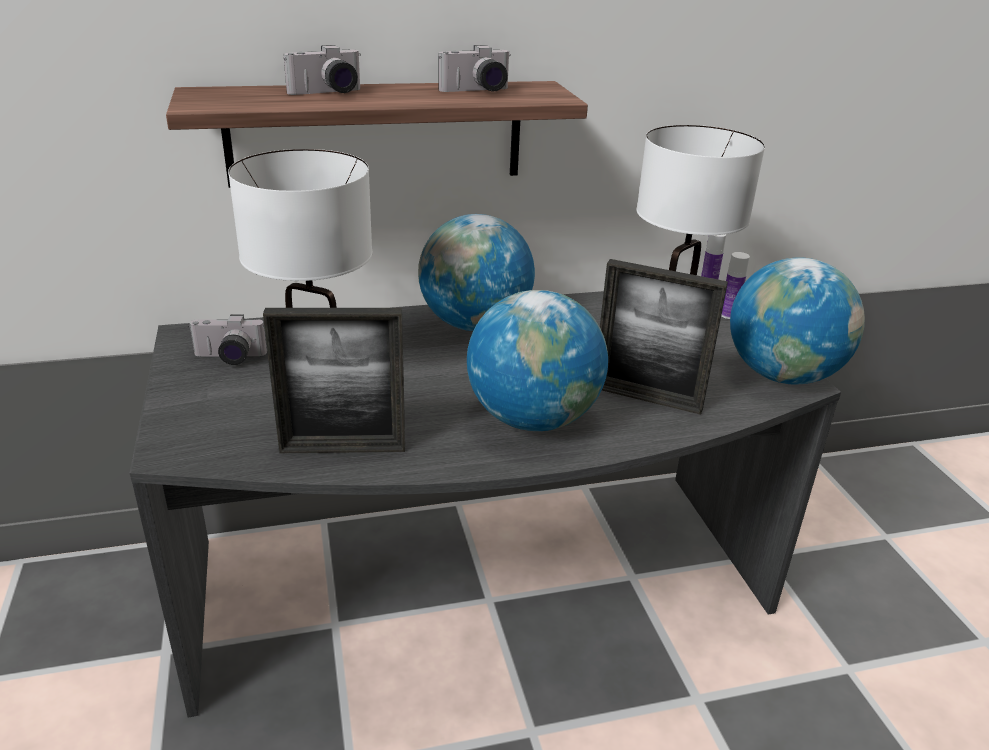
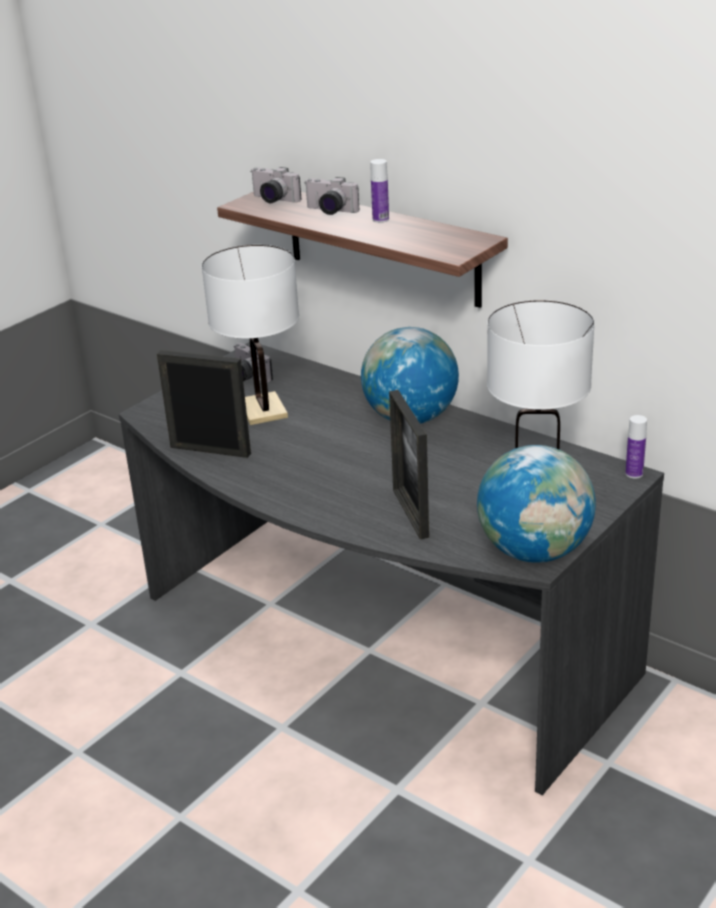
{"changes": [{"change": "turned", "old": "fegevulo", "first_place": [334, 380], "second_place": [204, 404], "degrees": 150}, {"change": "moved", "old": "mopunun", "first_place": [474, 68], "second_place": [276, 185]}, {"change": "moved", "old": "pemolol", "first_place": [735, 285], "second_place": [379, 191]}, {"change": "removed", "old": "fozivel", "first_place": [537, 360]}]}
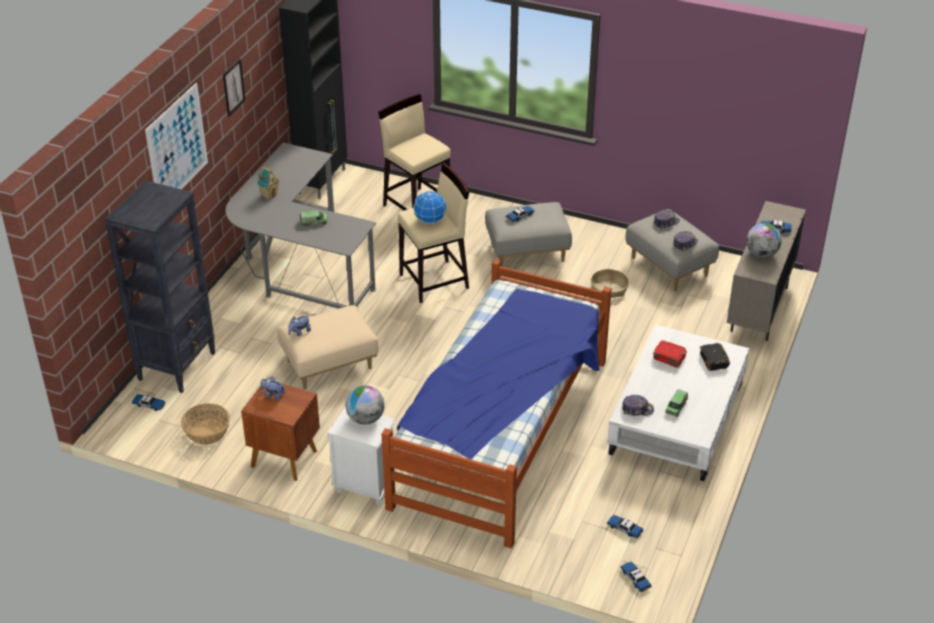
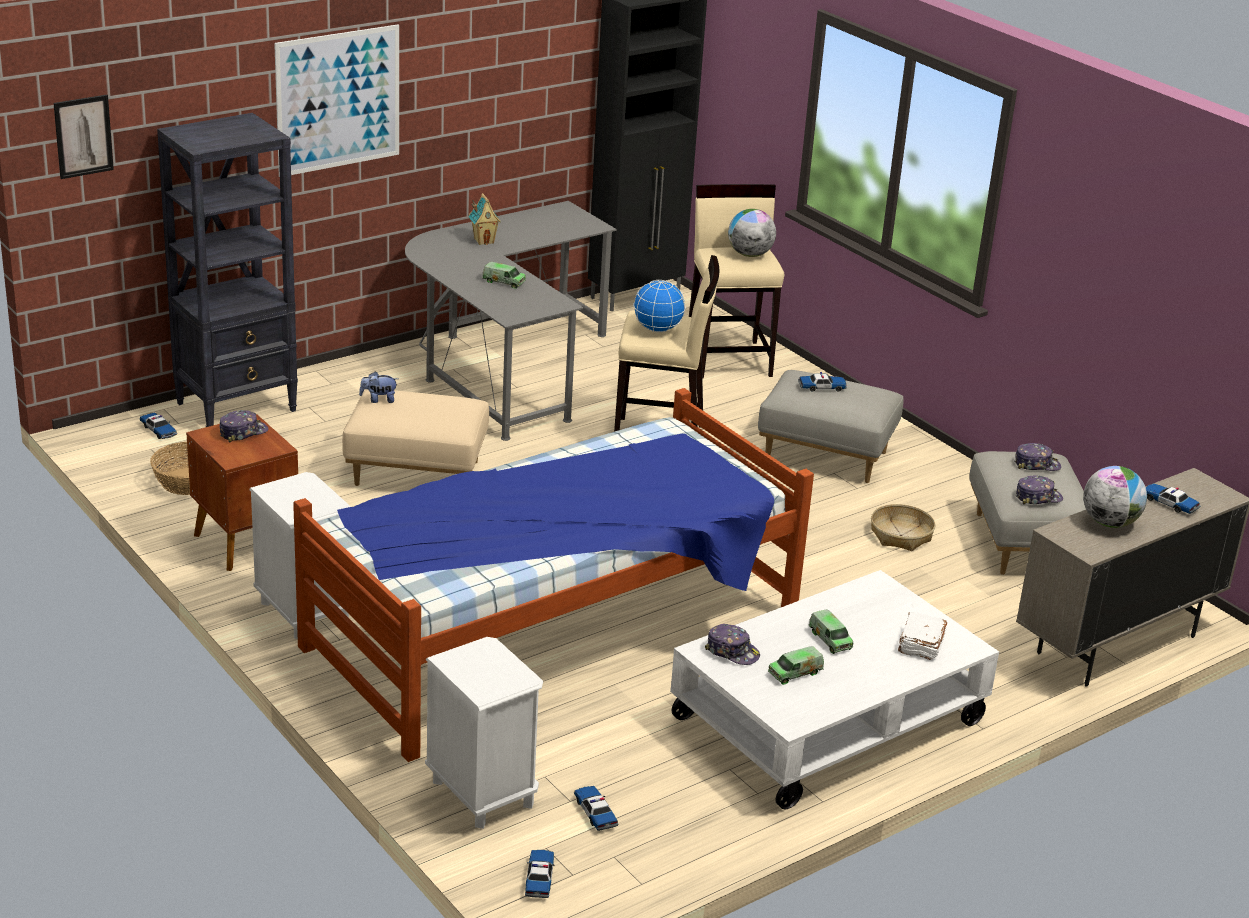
{"changes": [{"change": "moved", "old": "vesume", "first_place": [234, 88], "second_place": [83, 137]}, {"change": "replaced", "old": "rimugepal", "new": "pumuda", "first_place": [272, 389], "second_place": [244, 426]}, {"change": "added", "new": "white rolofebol", "second_place": [484, 733]}, {"change": "moved", "old": "fozivel", "first_place": [365, 405], "second_place": [752, 233]}, {"change": "added", "new": "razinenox", "second_place": [831, 631]}, {"change": "recoloured", "old": "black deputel", "new": "white deputel", "first_place": [714, 357], "second_place": [923, 636]}, {"change": "removed", "old": "red deputel", "first_place": [670, 354]}]}
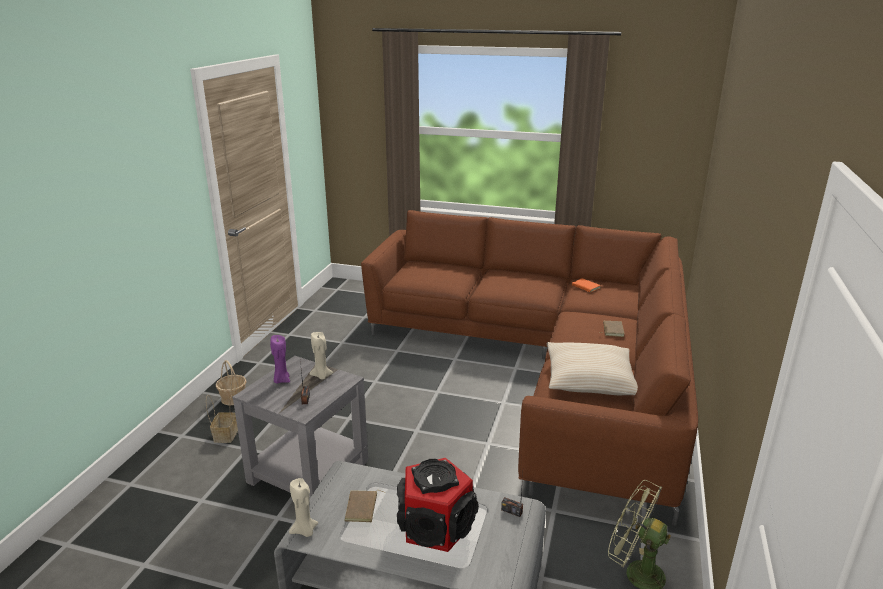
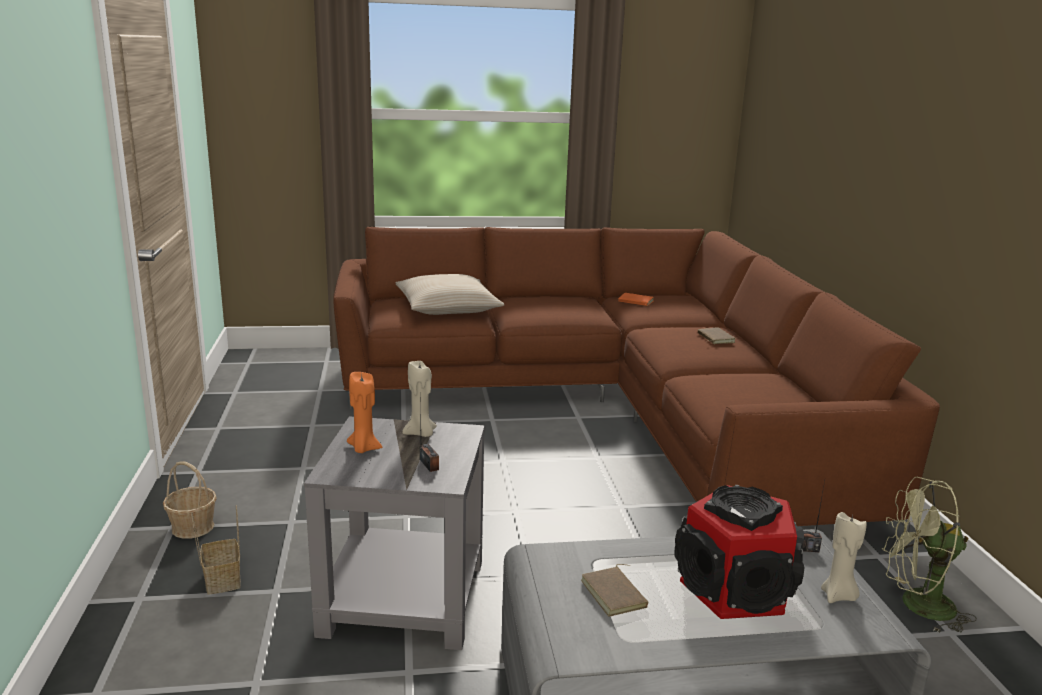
{"changes": [{"change": "recoloured", "old": "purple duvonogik", "new": "orange duvonogik", "first_place": [280, 359], "second_place": [364, 412]}, {"change": "moved", "old": "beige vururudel", "first_place": [592, 368], "second_place": [450, 294]}, {"change": "moved", "old": "beige duvonogik", "first_place": [303, 507], "second_place": [844, 557]}]}
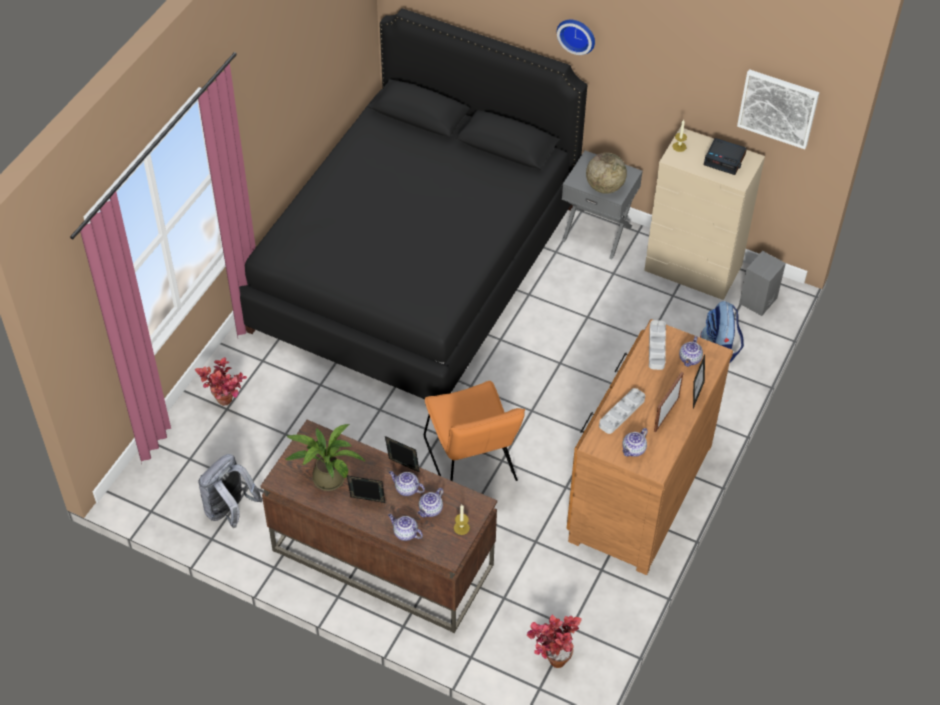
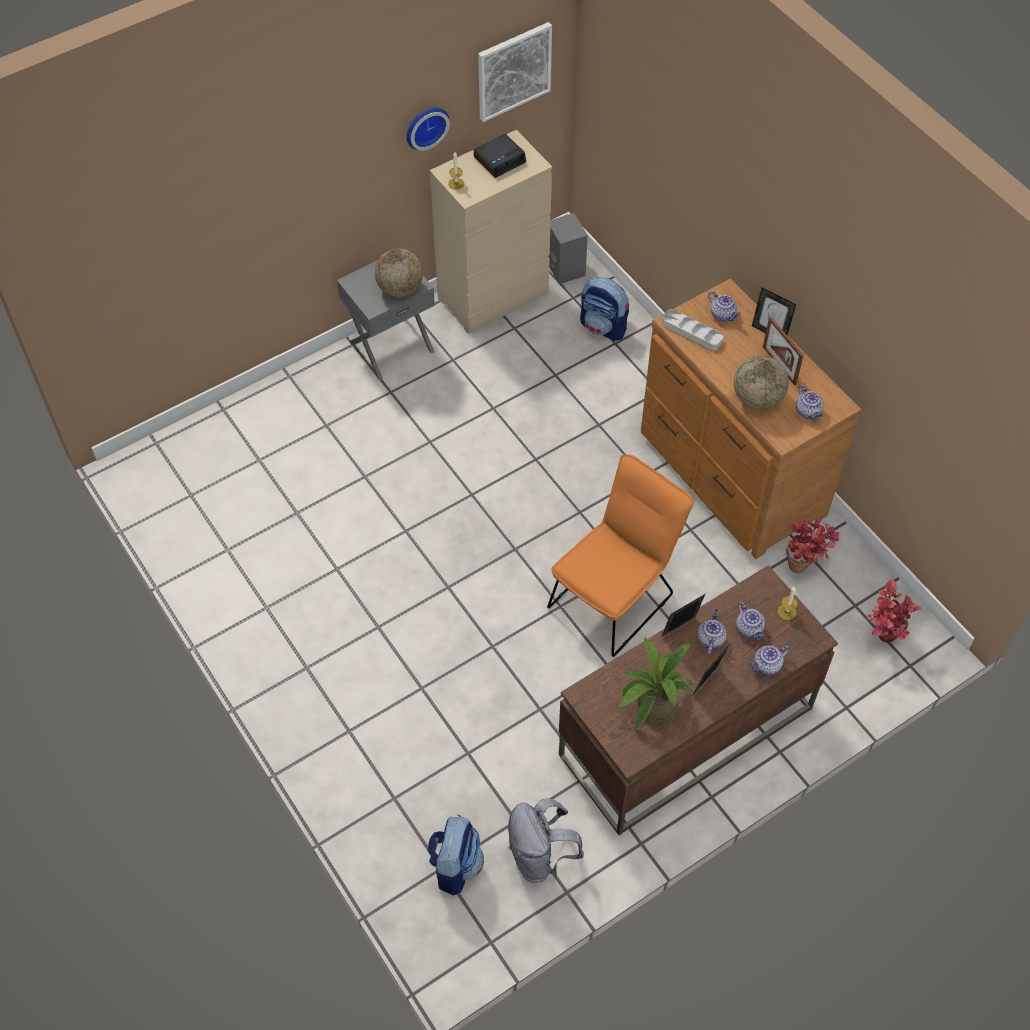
{"changes": [{"change": "moved", "old": "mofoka", "first_place": [576, 37], "second_place": [428, 129]}, {"change": "added", "new": "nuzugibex", "second_place": [456, 855]}, {"change": "turned", "old": "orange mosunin", "first_place": [474, 431], "second_place": [620, 555], "degrees": -60}, {"change": "turned", "old": "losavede", "first_place": [407, 483], "second_place": [712, 632], "degrees": 135}, {"change": "replaced", "old": "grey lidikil", "new": "fozivel", "first_place": [622, 411], "second_place": [761, 382]}, {"change": "moved", "old": "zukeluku", "first_place": [221, 381], "second_place": [812, 546]}, {"change": "removed", "old": "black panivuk", "first_place": [413, 203]}]}
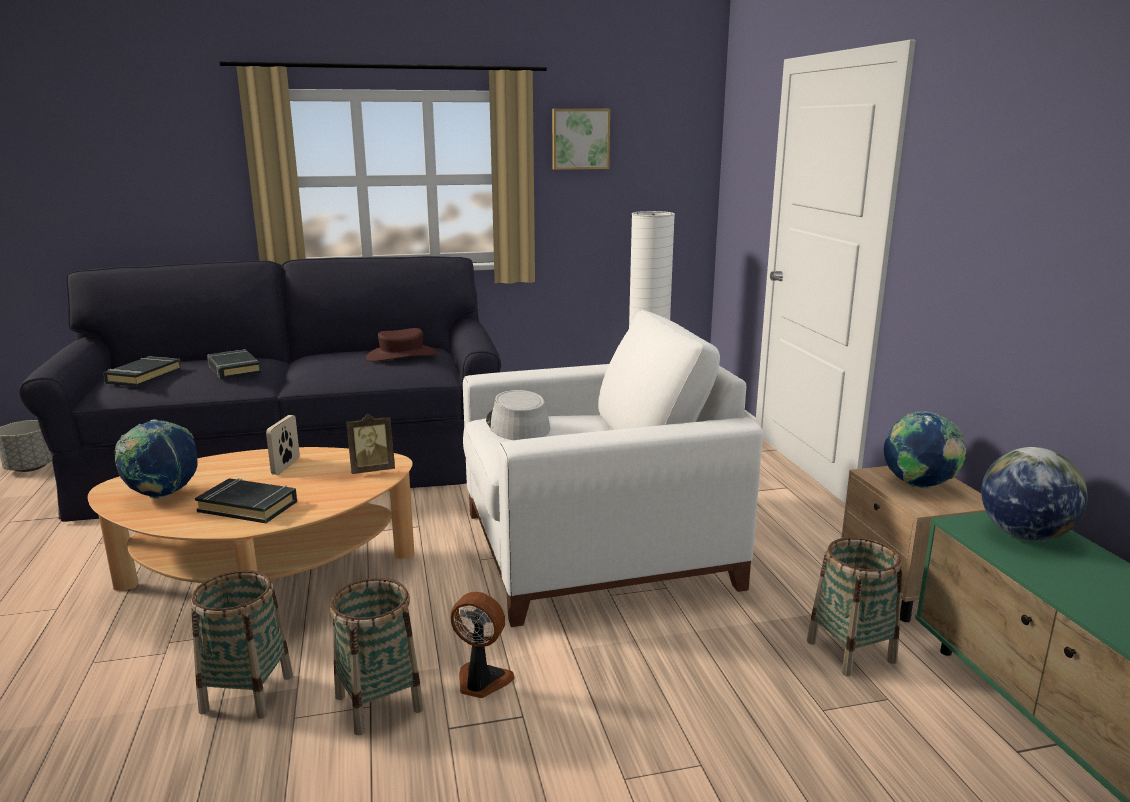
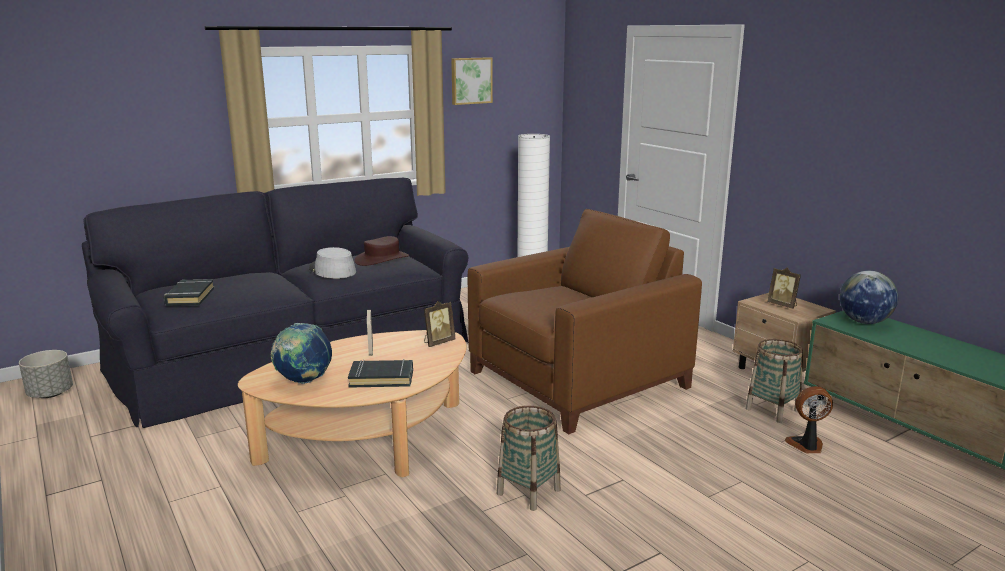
{"changes": [{"change": "moved", "old": "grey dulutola", "first_place": [518, 415], "second_place": [332, 263]}, {"change": "recoloured", "old": "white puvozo", "new": "brown puvozo", "first_place": [613, 468], "second_place": [585, 321]}, {"change": "replaced", "old": "fozivel", "new": "fegevulo", "first_place": [925, 449], "second_place": [784, 288]}, {"change": "moved", "old": "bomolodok", "first_place": [482, 645], "second_place": [809, 419]}, {"change": "removed", "old": "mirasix", "first_place": [242, 644]}, {"change": "removed", "old": "black deputel", "first_place": [234, 364]}]}
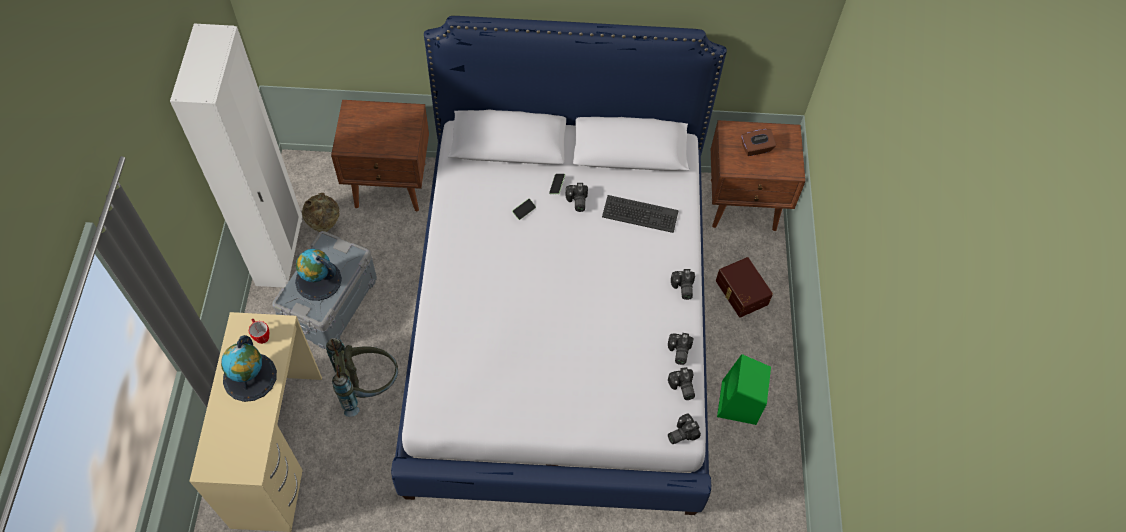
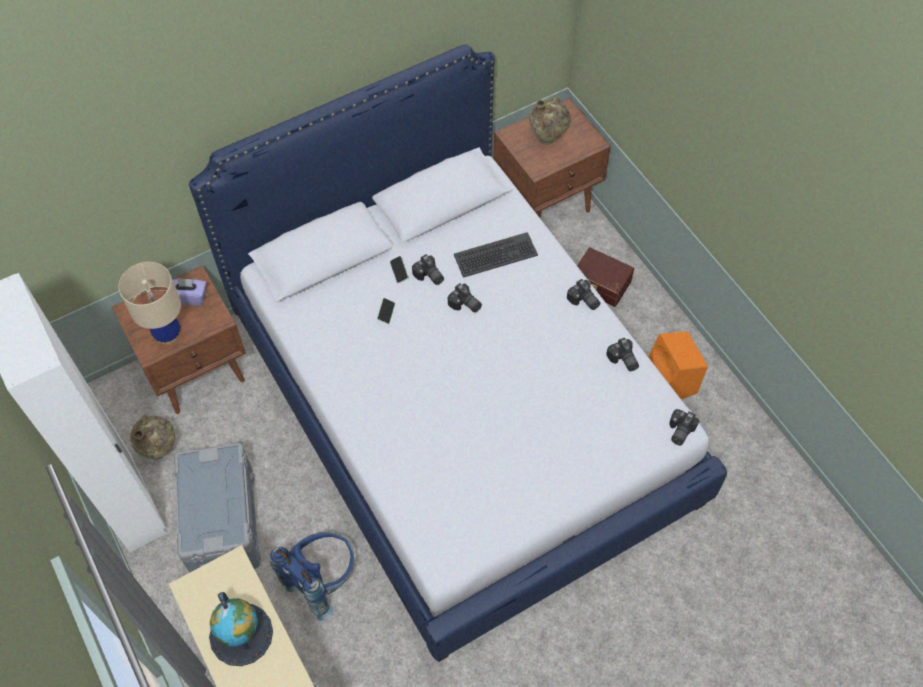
{"changes": [{"change": "added", "new": "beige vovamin", "second_place": [149, 303]}, {"change": "added", "new": "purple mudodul", "second_place": [186, 292]}, {"change": "recoloured", "old": "grey nuzugibex", "new": "blue nuzugibex", "first_place": [362, 377], "second_place": [312, 576]}, {"change": "moved", "old": "mopunun", "first_place": [681, 383], "second_place": [465, 297]}, {"change": "replaced", "old": "brown mudodul", "new": "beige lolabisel", "first_place": [758, 142], "second_place": [550, 121]}, {"change": "recoloured", "old": "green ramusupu", "new": "orange ramusupu", "first_place": [744, 389], "second_place": [678, 365]}, {"change": "removed", "old": "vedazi", "first_place": [259, 331]}, {"change": "removed", "old": "fozivel", "first_place": [318, 275]}]}
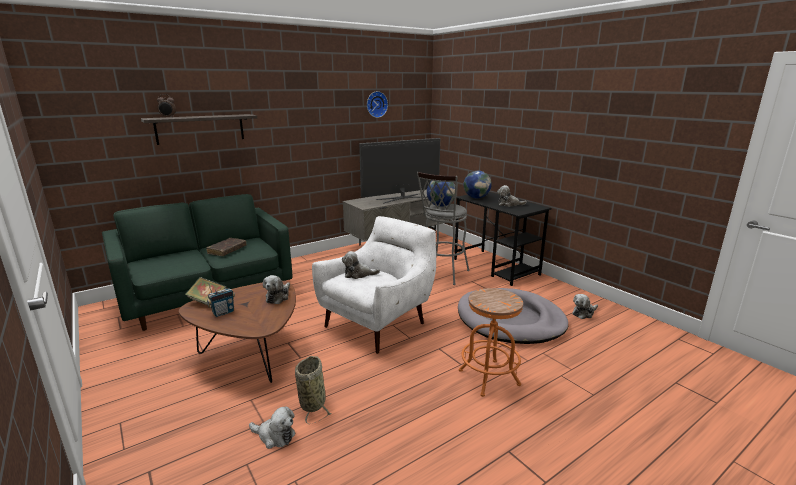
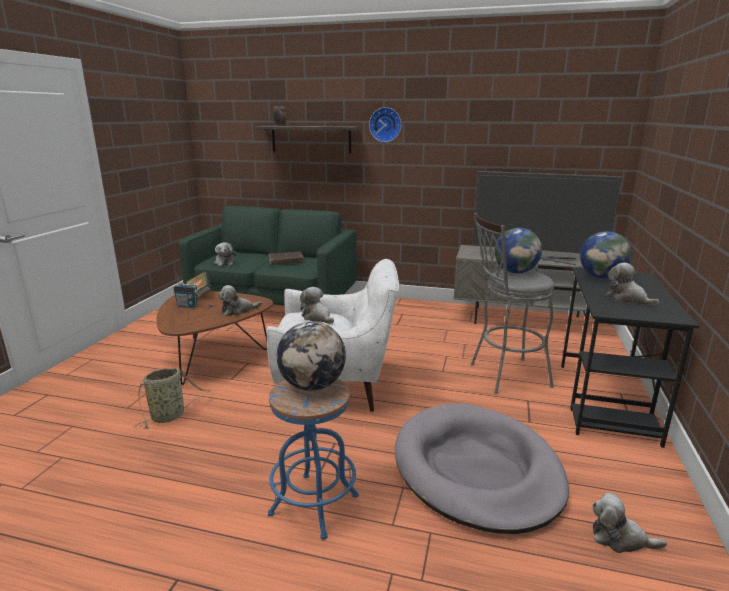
{"changes": [{"change": "moved", "old": "rimugepal", "first_place": [272, 427], "second_place": [225, 254]}, {"change": "recoloured", "old": "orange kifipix", "new": "blue kifipix", "first_place": [491, 342], "second_place": [313, 459]}, {"change": "added", "new": "fozivel", "second_place": [311, 356]}, {"change": "moved", "old": "mofoka", "first_place": [377, 104], "second_place": [385, 124]}]}
